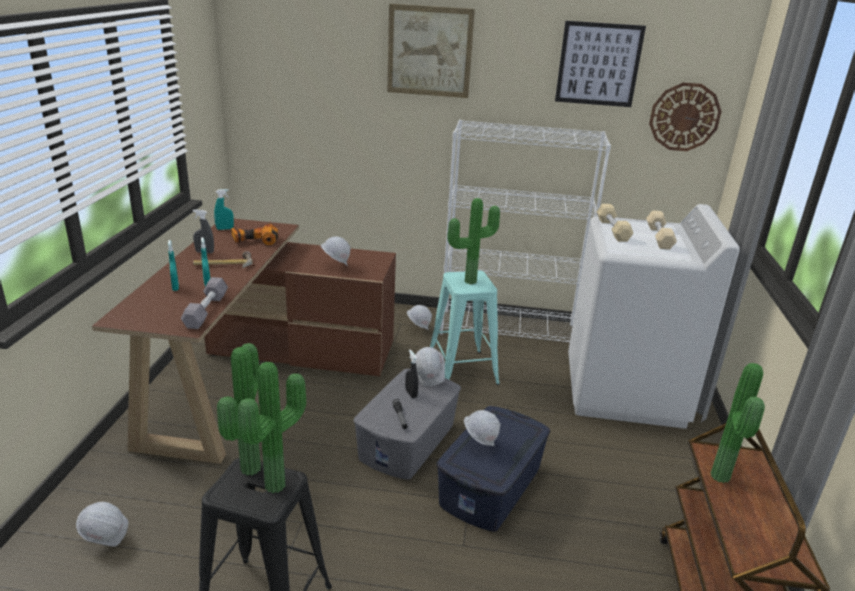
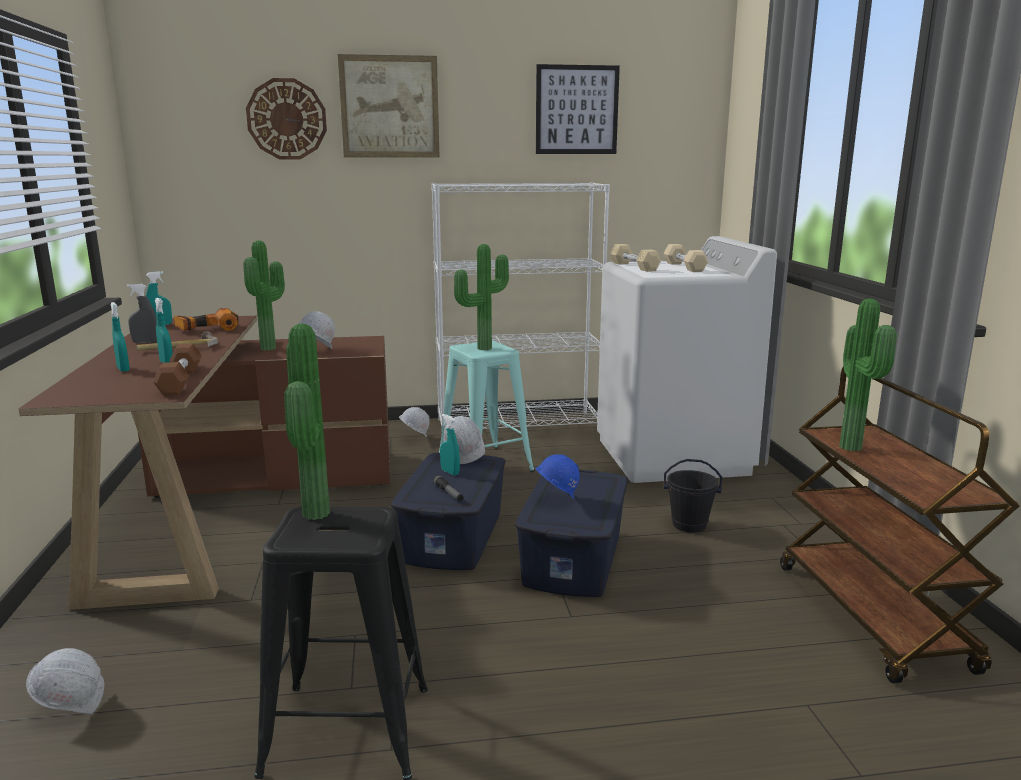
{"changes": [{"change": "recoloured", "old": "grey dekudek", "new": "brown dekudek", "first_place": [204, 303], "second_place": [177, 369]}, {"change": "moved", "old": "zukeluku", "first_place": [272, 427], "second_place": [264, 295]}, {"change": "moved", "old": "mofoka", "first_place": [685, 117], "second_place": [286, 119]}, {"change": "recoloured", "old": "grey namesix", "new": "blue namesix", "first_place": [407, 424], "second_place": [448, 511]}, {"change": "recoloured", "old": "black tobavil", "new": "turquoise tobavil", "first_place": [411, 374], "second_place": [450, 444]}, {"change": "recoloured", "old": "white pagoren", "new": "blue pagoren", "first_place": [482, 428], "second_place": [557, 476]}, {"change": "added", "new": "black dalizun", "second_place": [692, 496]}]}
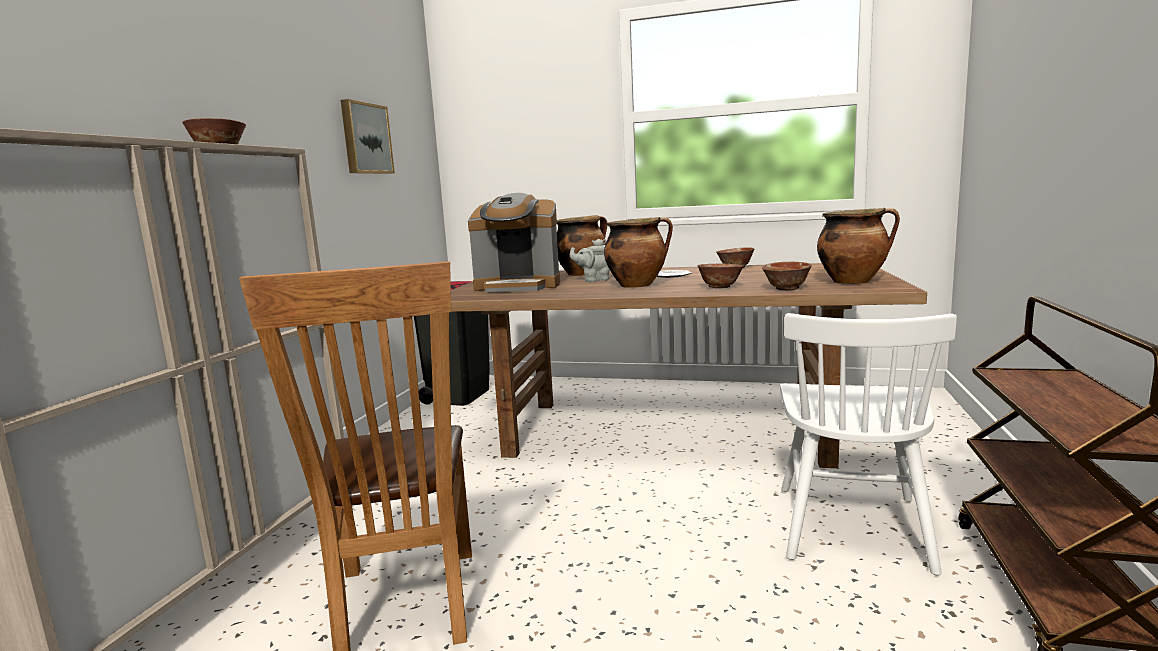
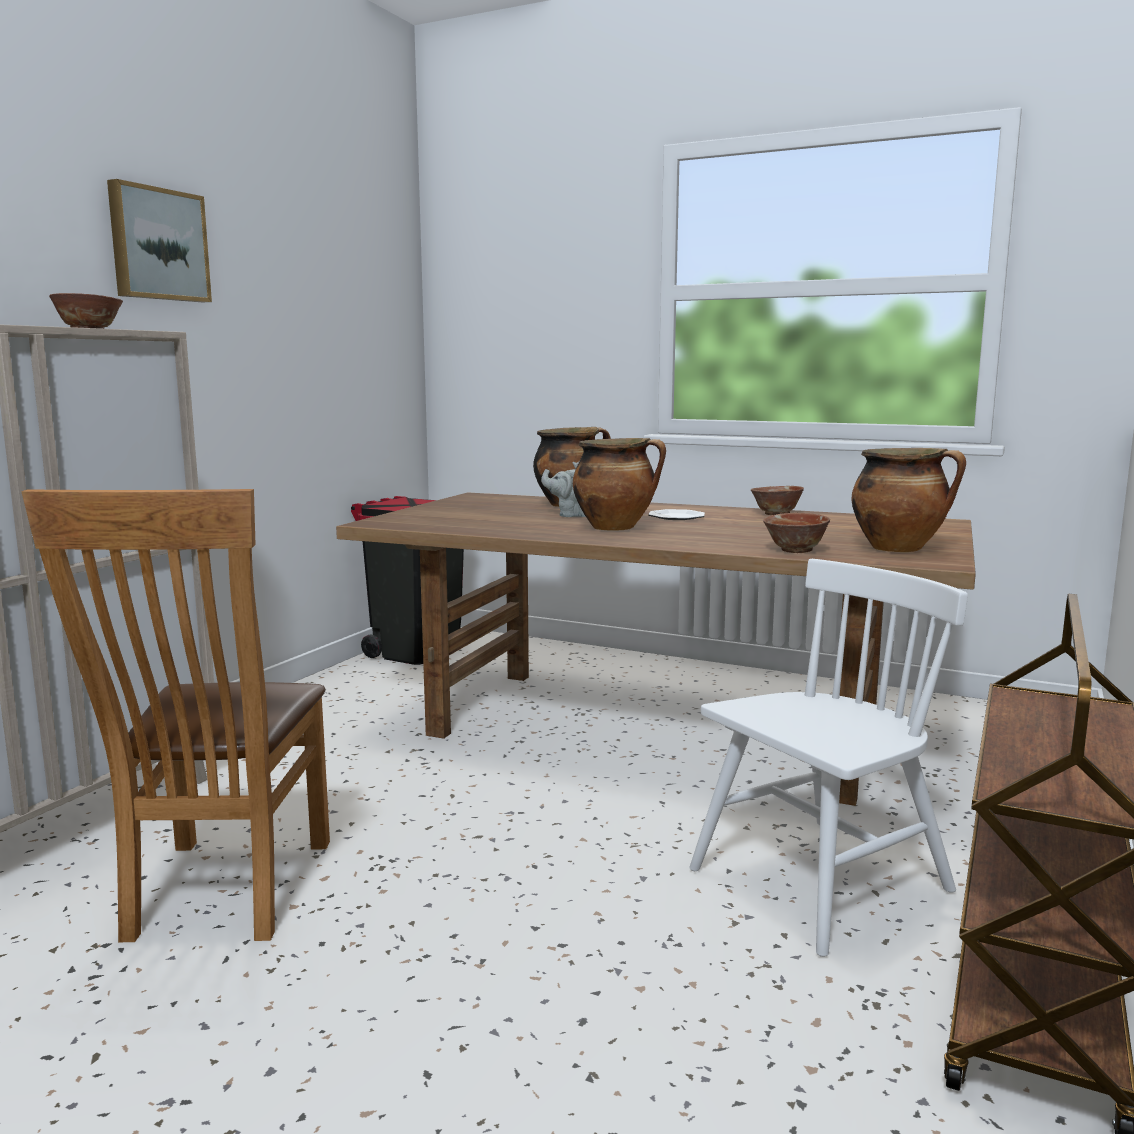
{"changes": [{"change": "moved", "old": "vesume", "first_place": [368, 136], "second_place": [159, 240]}, {"change": "turned", "old": "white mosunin", "first_place": [868, 444], "second_place": [828, 758], "degrees": -150}, {"change": "removed", "old": "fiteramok", "first_place": [514, 243]}, {"change": "removed", "old": "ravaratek", "first_place": [721, 276]}]}
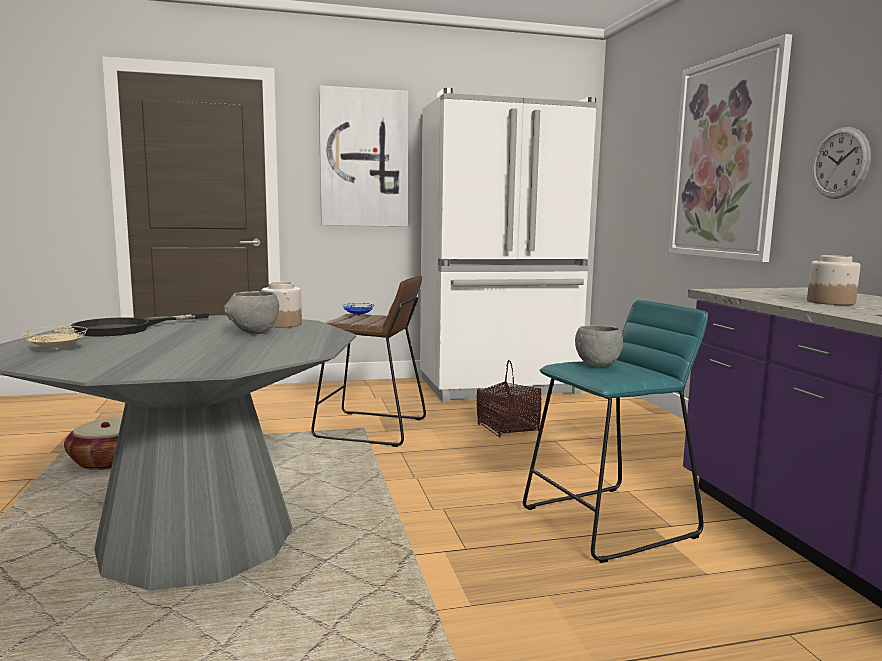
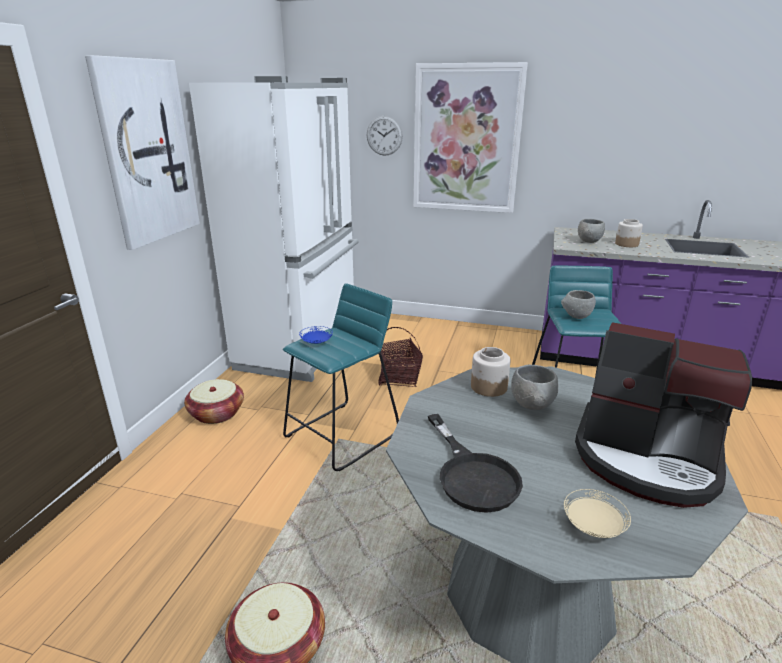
{"changes": [{"change": "added", "new": "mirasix", "second_place": [214, 401]}, {"change": "recoloured", "old": "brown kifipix", "new": "turquoise kifipix", "first_place": [368, 361], "second_place": [341, 377]}, {"change": "moved", "old": "mofoka", "first_place": [841, 163], "second_place": [385, 136]}, {"change": "added", "new": "fiteramok", "second_place": [664, 415]}, {"change": "added", "new": "grey ravaratek", "second_place": [591, 231]}]}
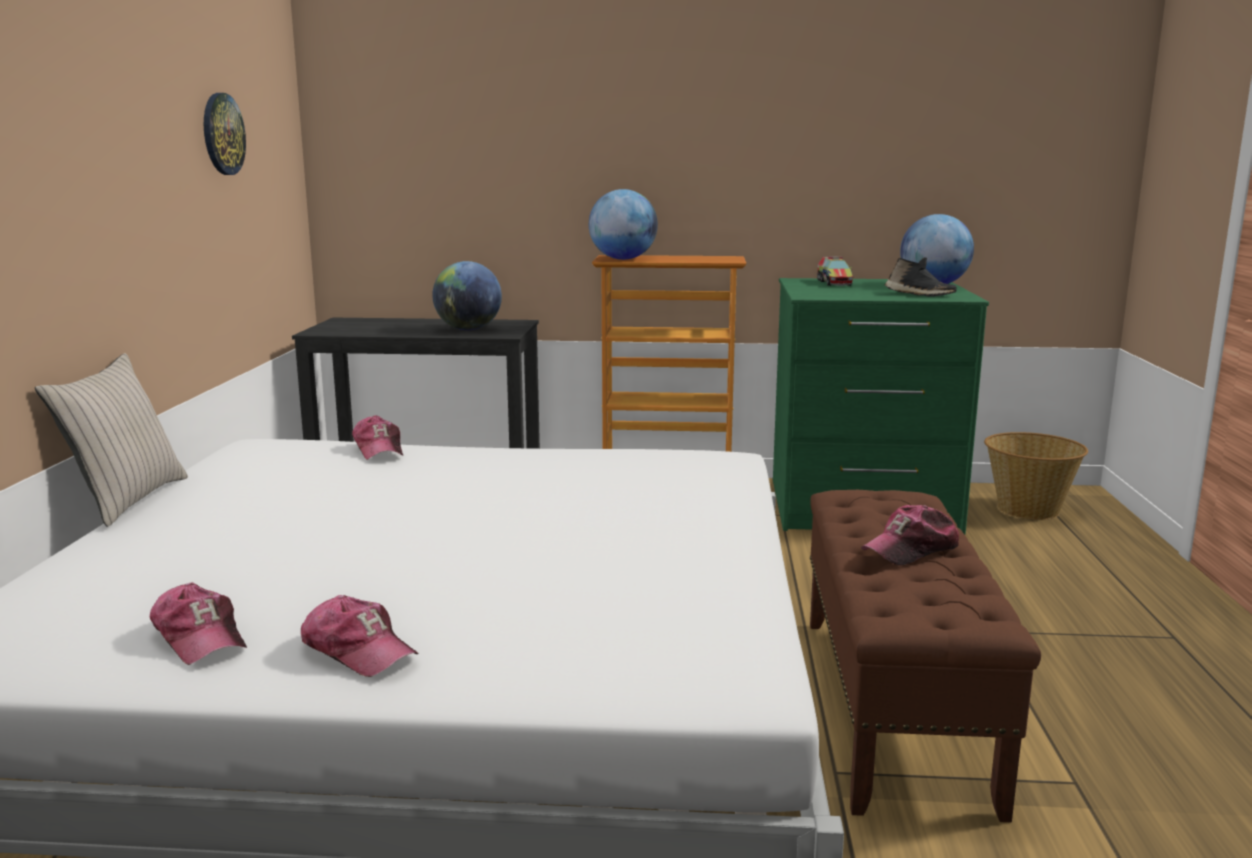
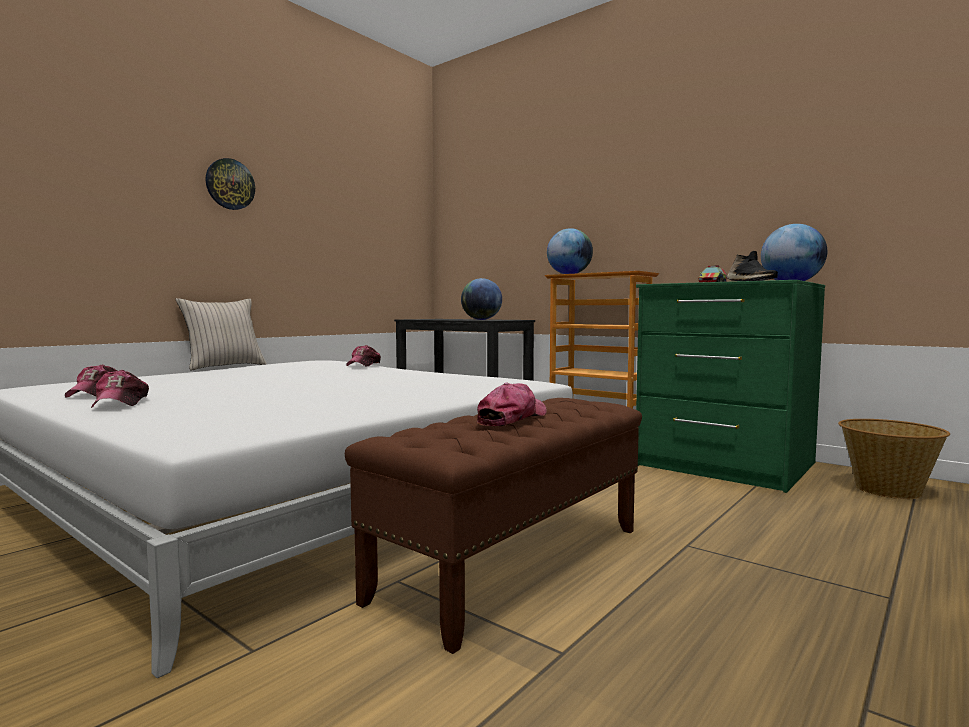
{"changes": [{"change": "moved", "old": "mofoka", "first_place": [225, 134], "second_place": [230, 184]}, {"change": "turned", "old": "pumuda", "first_place": [910, 535], "second_place": [512, 404], "degrees": 120}]}
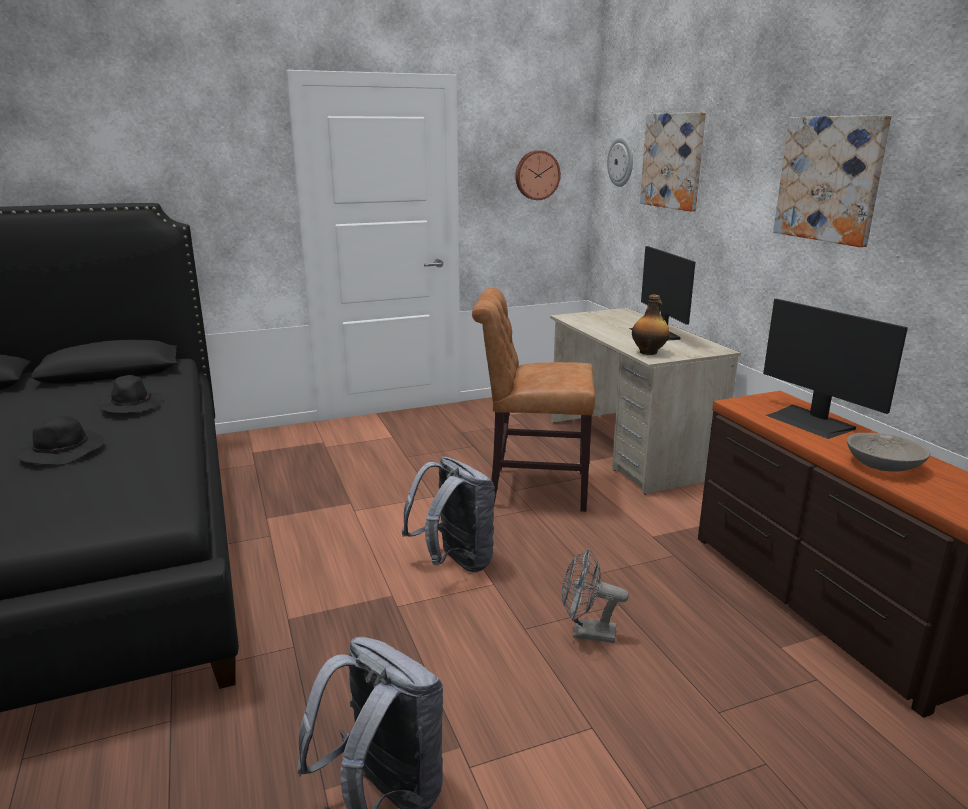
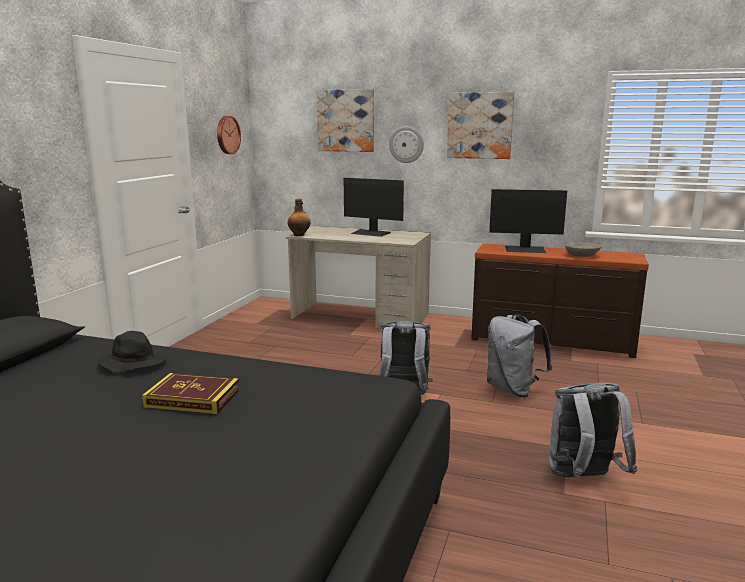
{"changes": [{"change": "replaced", "old": "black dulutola", "new": "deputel", "first_place": [60, 440], "second_place": [191, 393]}, {"change": "moved", "old": "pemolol", "first_place": [651, 324], "second_place": [299, 217]}, {"change": "moved", "old": "mofoka", "first_place": [620, 162], "second_place": [406, 144]}, {"change": "replaced", "old": "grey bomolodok", "new": "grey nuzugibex", "first_place": [595, 596], "second_place": [519, 355]}, {"change": "removed", "old": "brown mosunin", "first_place": [534, 400]}]}
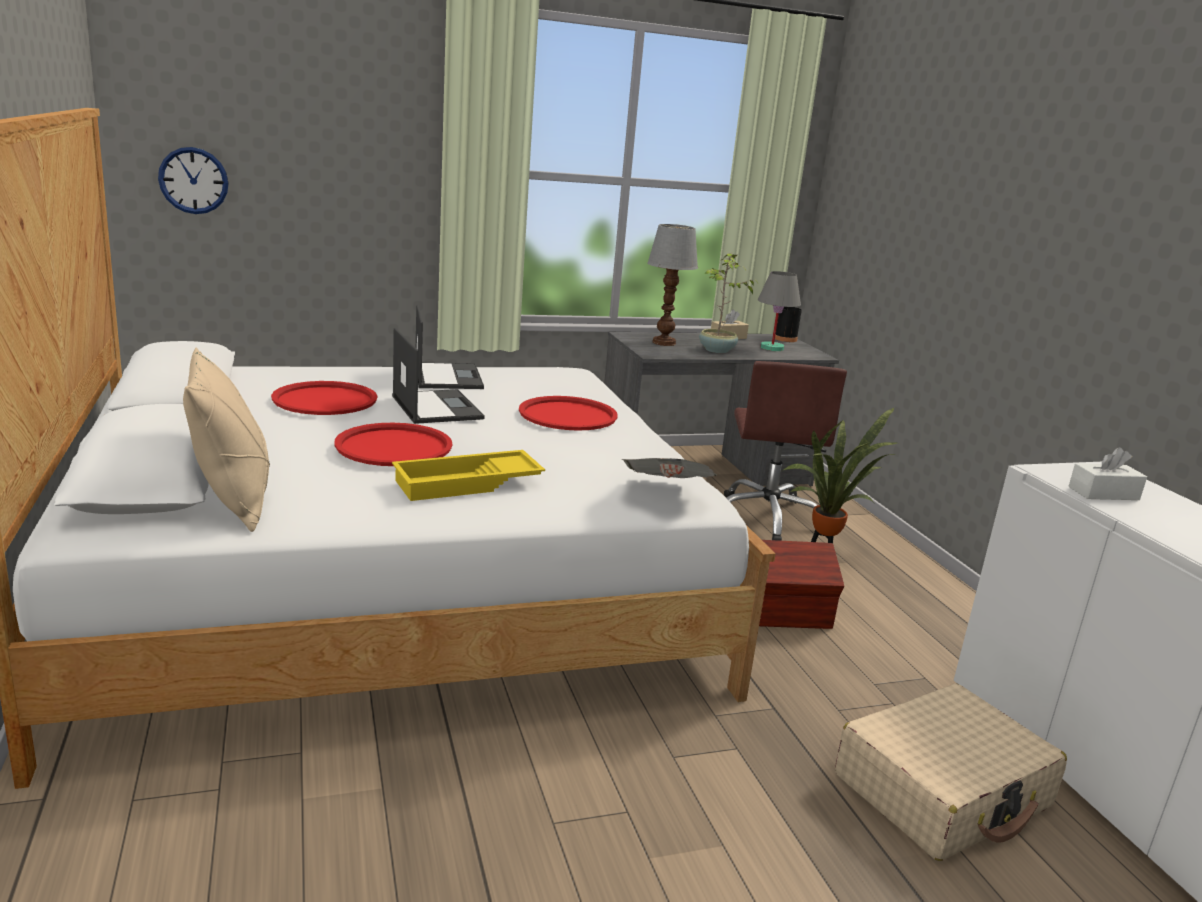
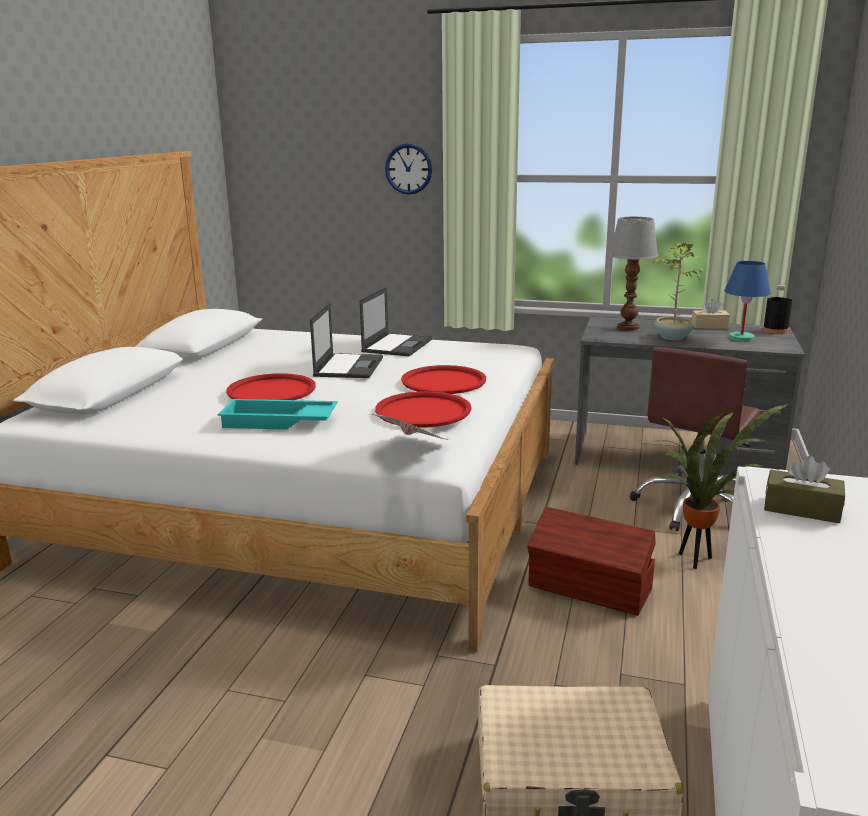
{"changes": [{"change": "recoloured", "old": "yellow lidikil", "new": "turquoise lidikil", "first_place": [468, 475], "second_place": [277, 414]}, {"change": "moved", "old": "red lidikil", "first_place": [324, 398], "second_place": [423, 409]}, {"change": "moved", "old": "mofoka", "first_place": [193, 180], "second_place": [408, 169]}, {"change": "recoloured", "old": "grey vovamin", "new": "blue vovamin", "first_place": [779, 311], "second_place": [747, 301]}, {"change": "recoloured", "old": "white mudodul", "new": "brown mudodul", "first_place": [1107, 473], "second_place": [804, 489]}, {"change": "removed", "old": "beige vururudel", "first_place": [226, 440]}]}
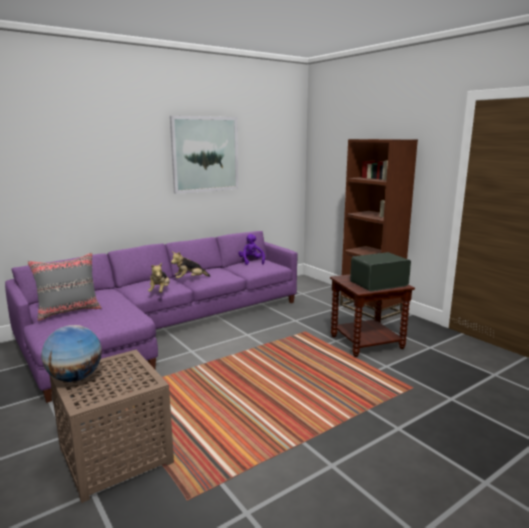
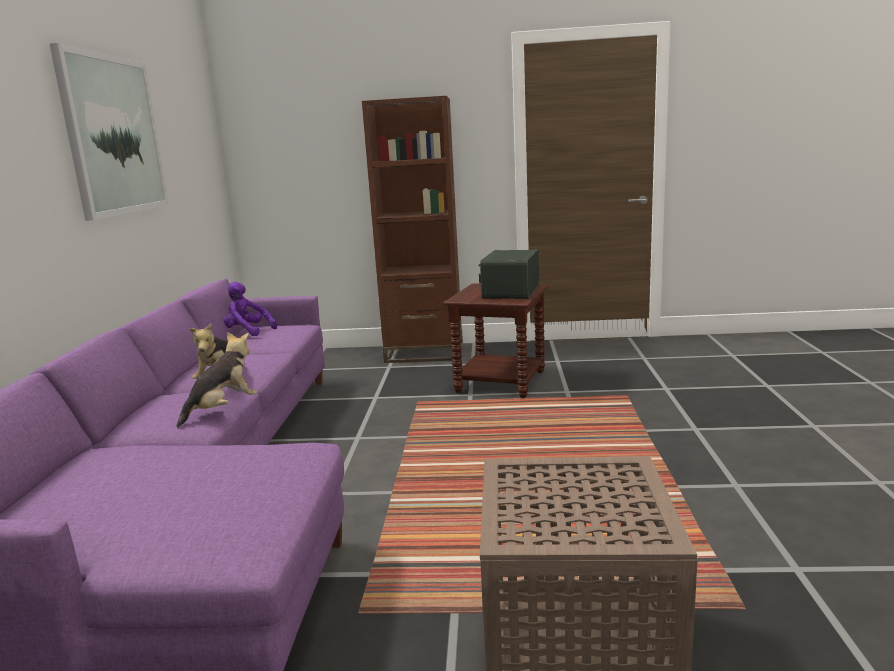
{"changes": [{"change": "turned", "old": "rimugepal", "first_place": [159, 278], "second_place": [217, 380], "degrees": -90}, {"change": "removed", "old": "grey vururudel", "first_place": [64, 286]}, {"change": "removed", "old": "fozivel", "first_place": [71, 353]}]}
